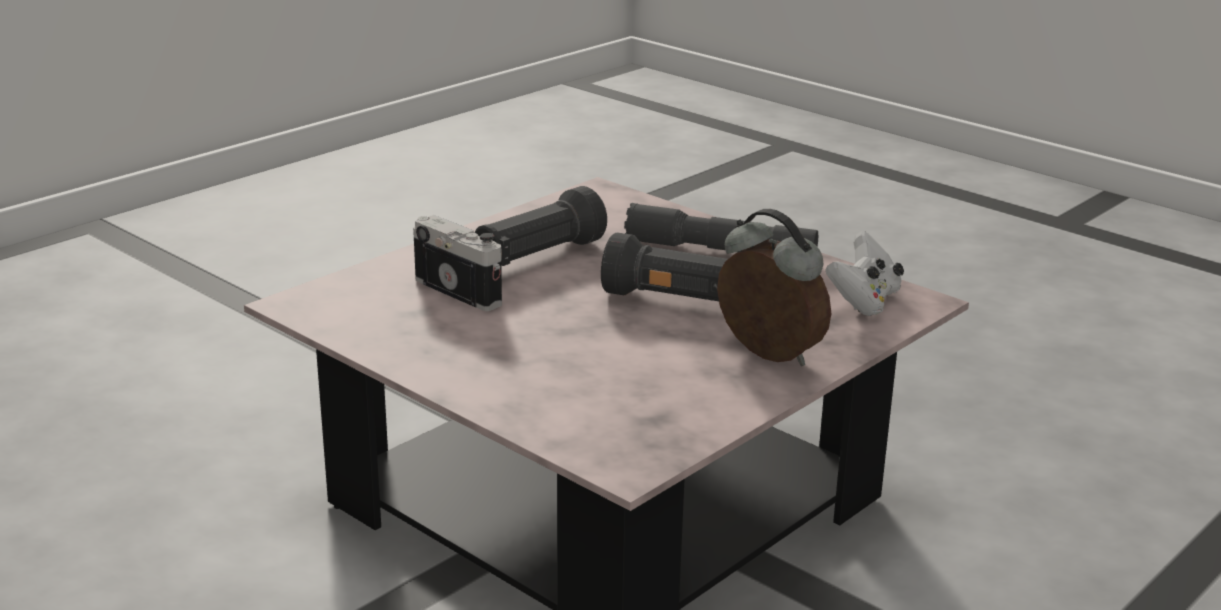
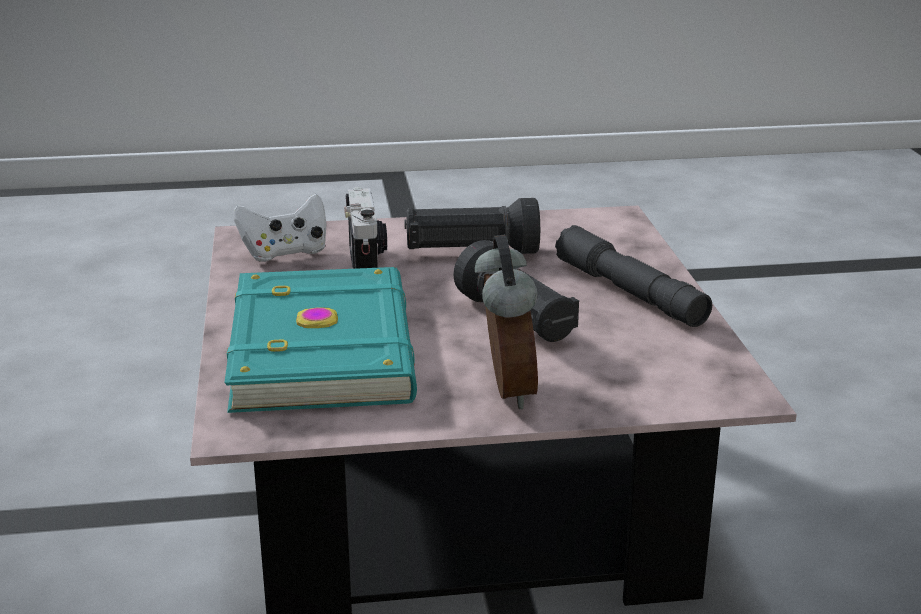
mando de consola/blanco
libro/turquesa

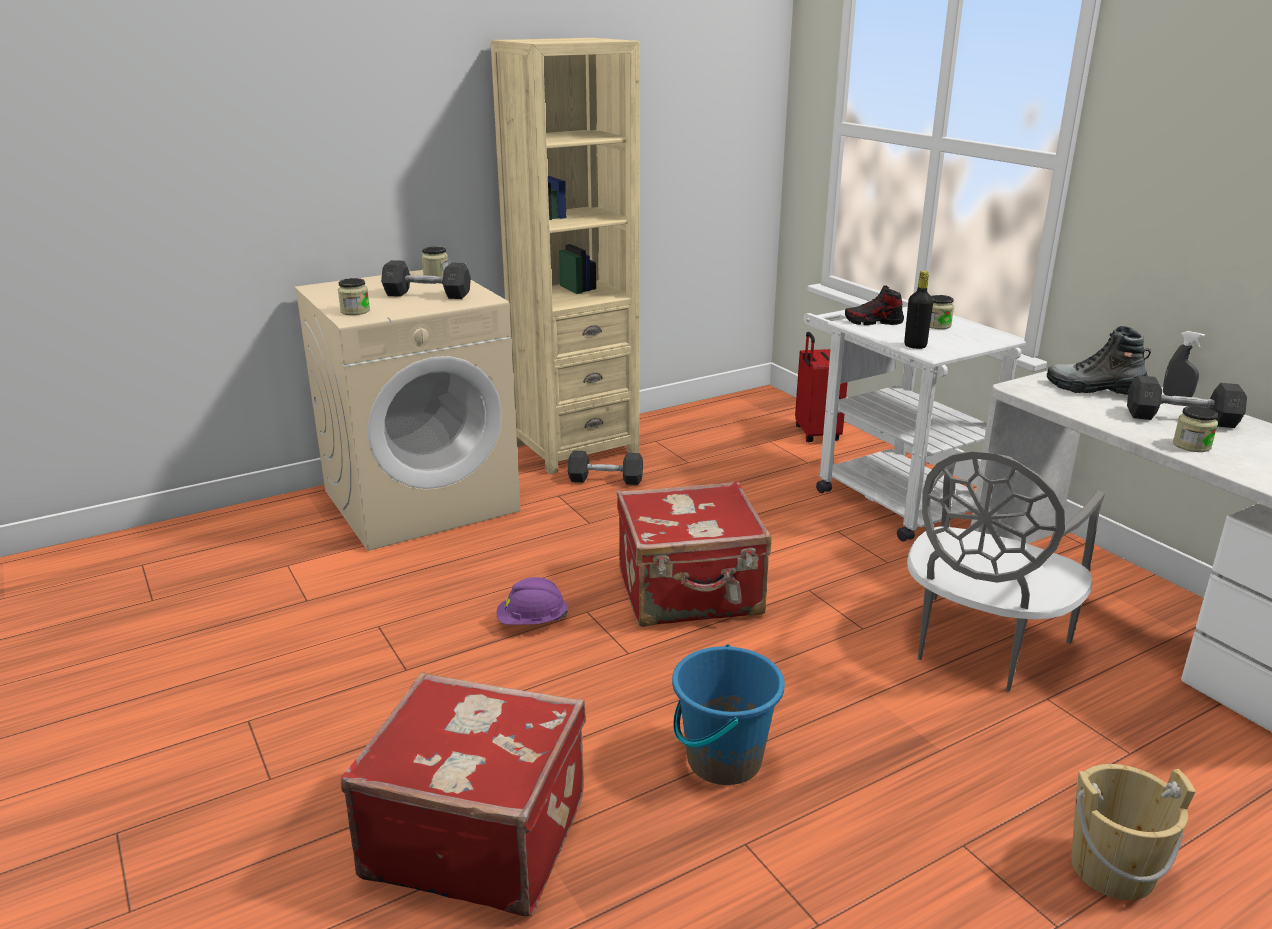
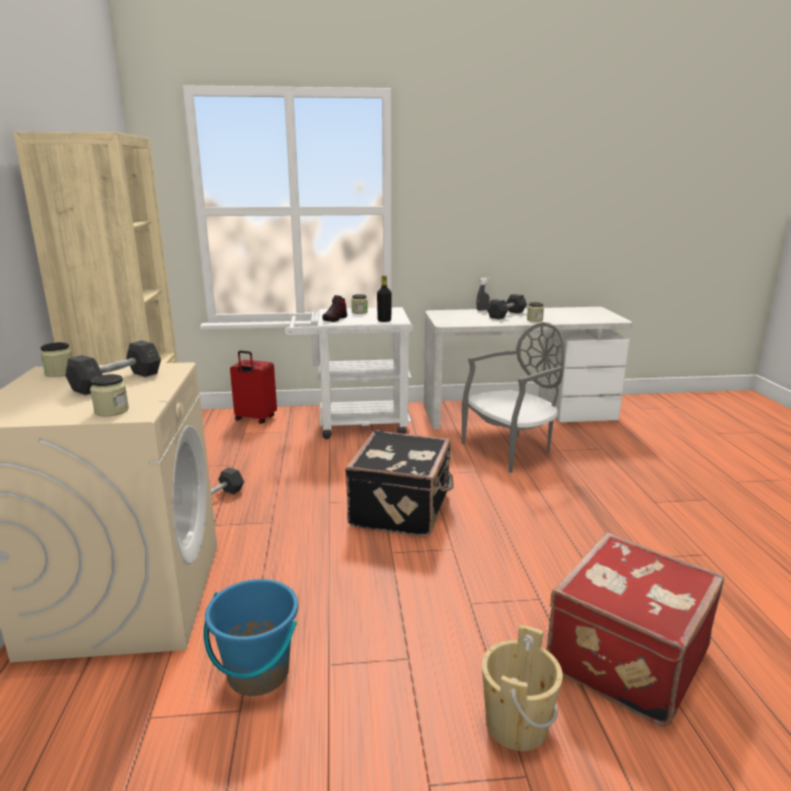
casco/morado
maleta/negro
cubo/azul
silla/gris
bota
cubo/beis

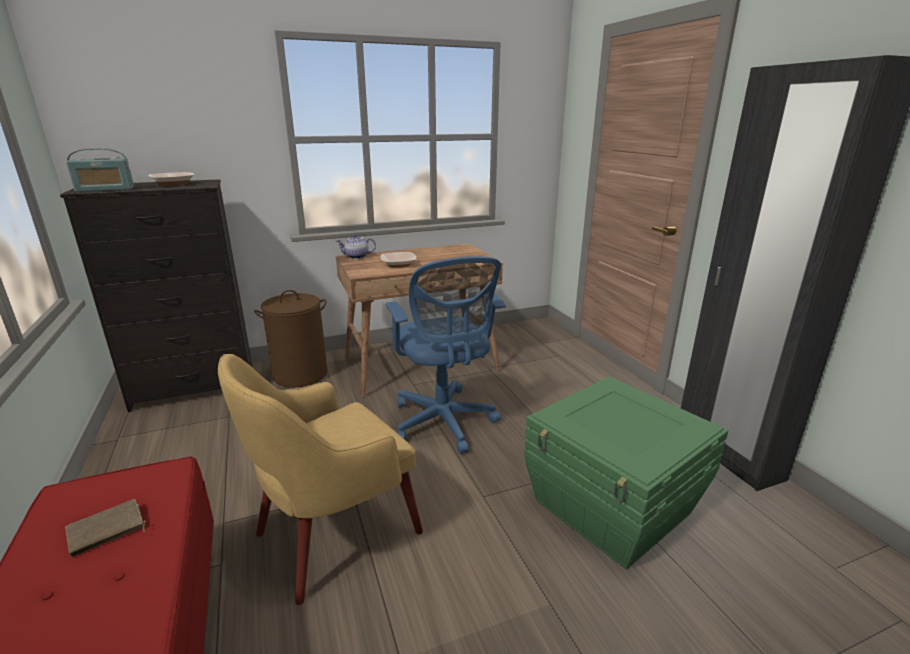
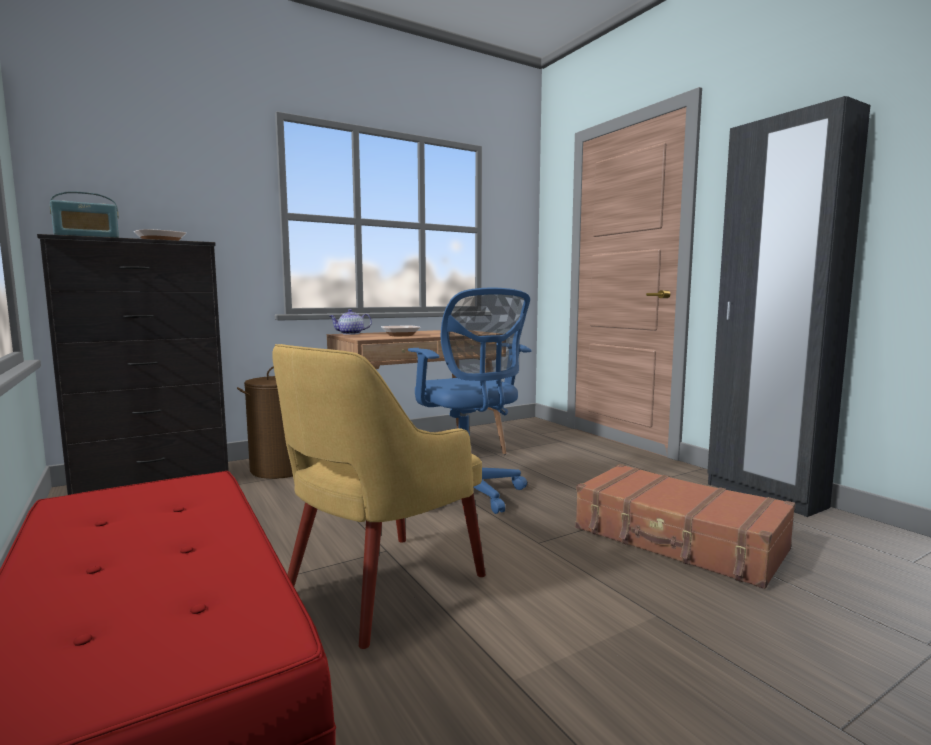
libro/marrón
maleta/marrón

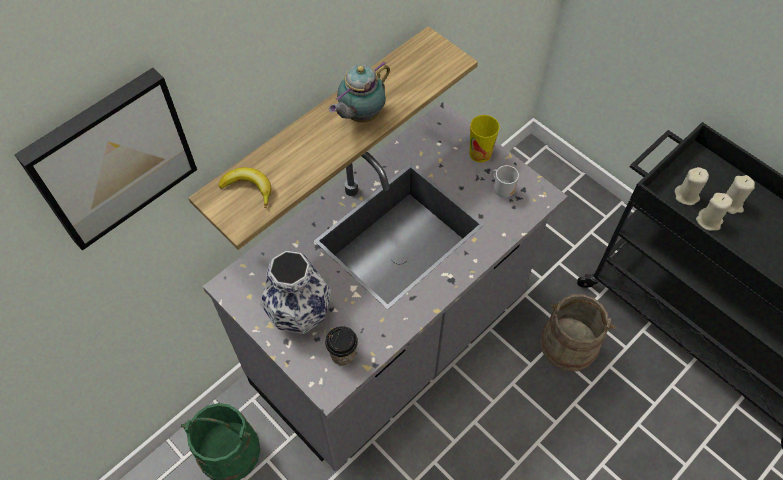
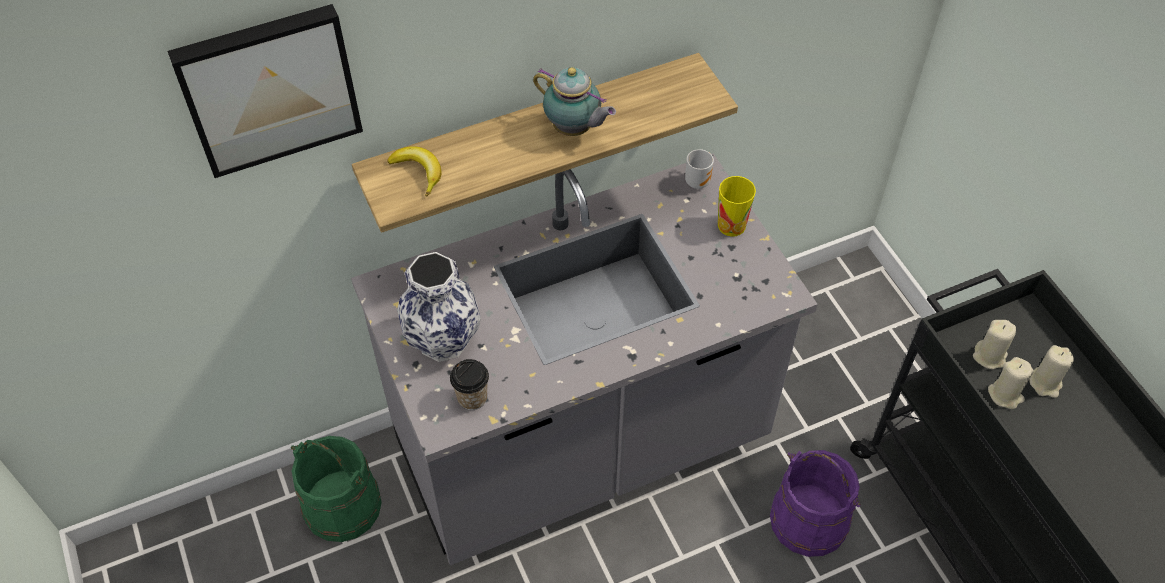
tetera
taza grande
cubo/morado

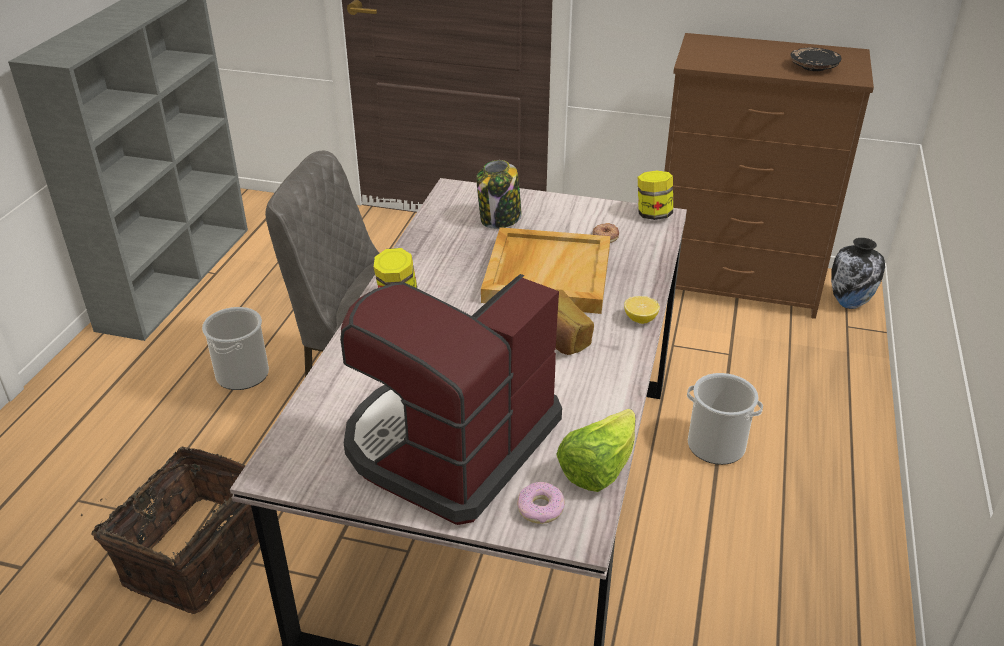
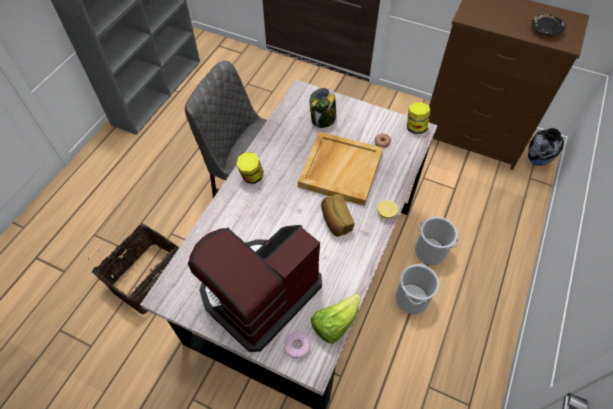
cubo (no. 1 from left)

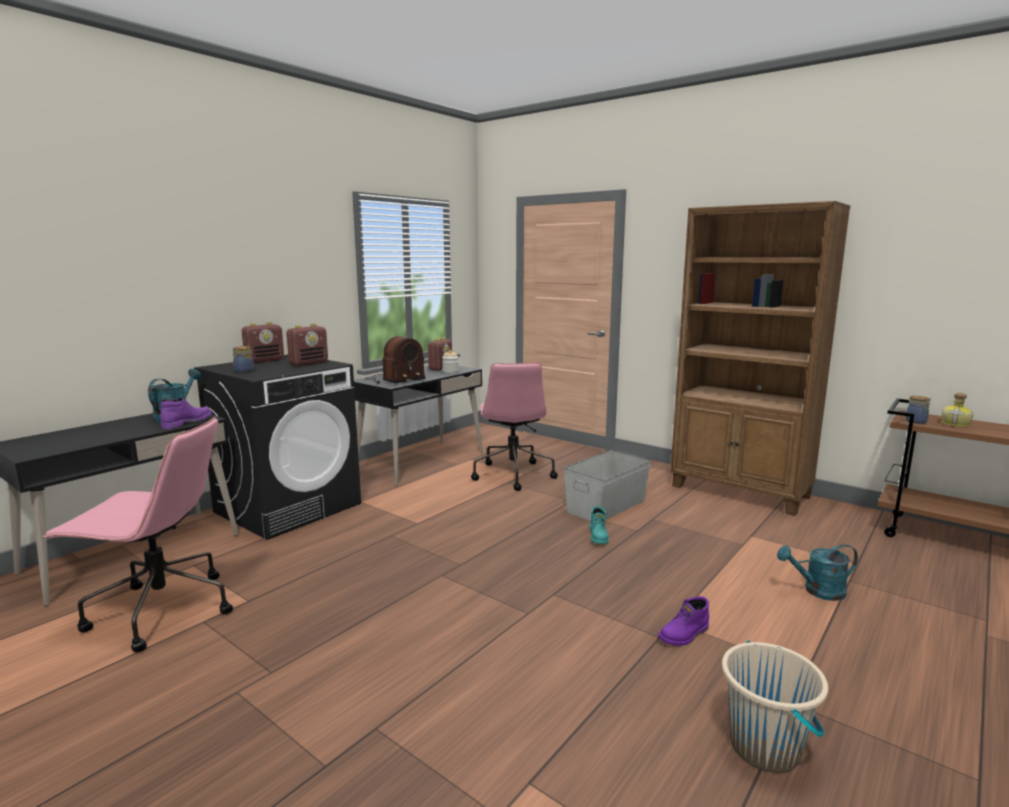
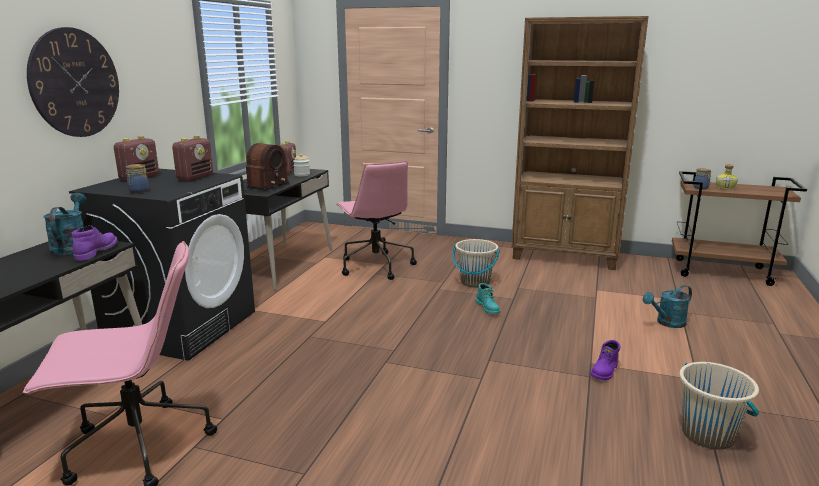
cubo/beis (no. 1 from left)
reloj de pared

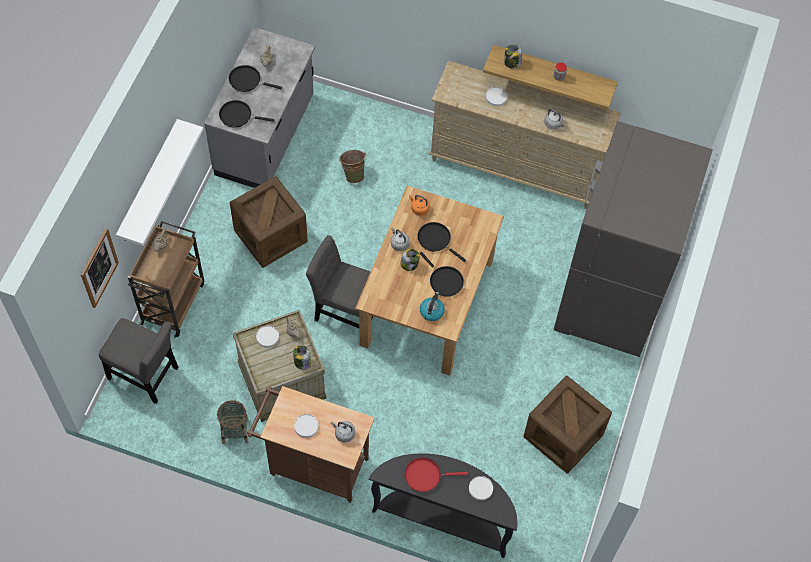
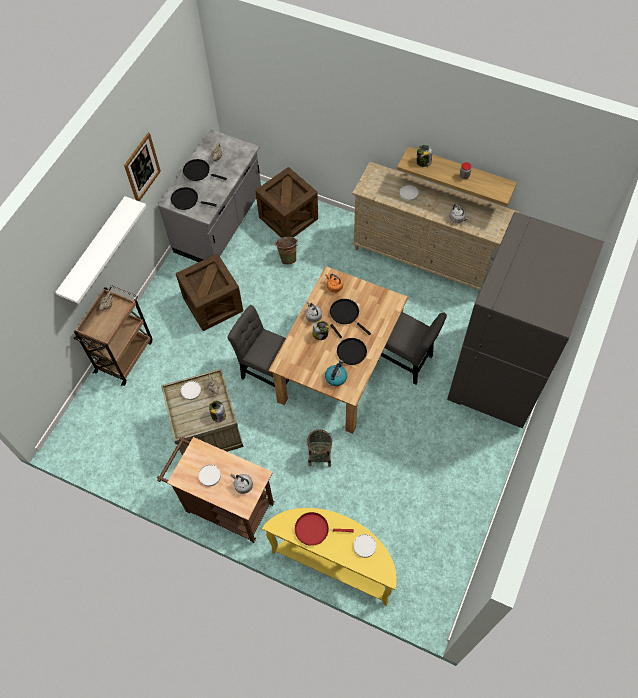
cuadro
silla/gris (no. 2 from left)
cesta
mesa consola/amarillo
caja de embalaje (no. 3 from left)

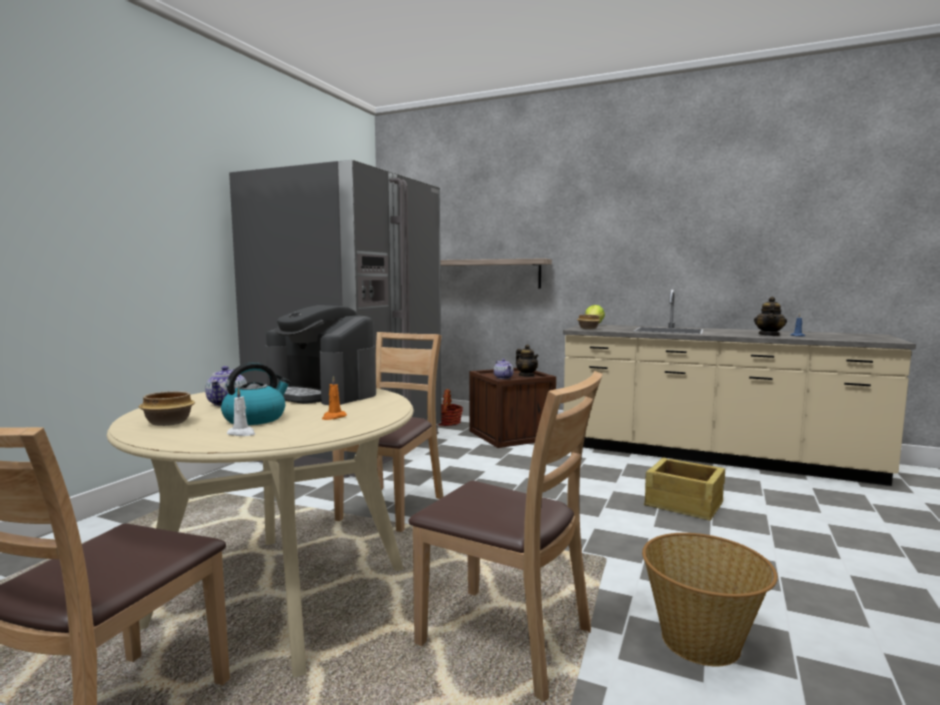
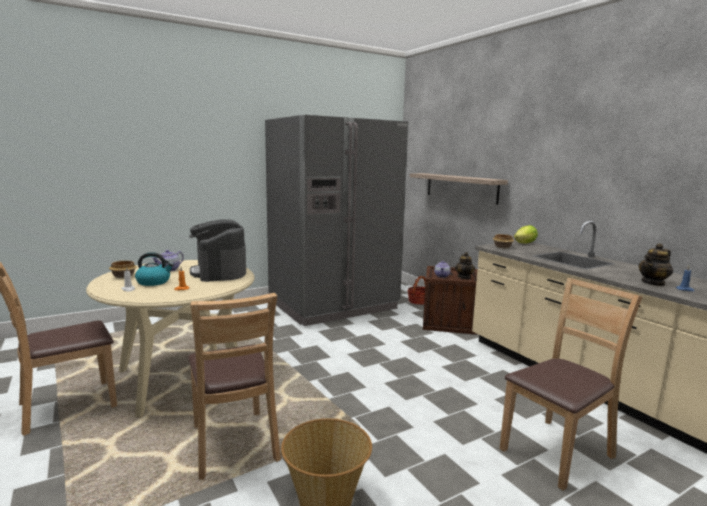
silla/marrón (no. 3 from left)
caja de embalaje (no. 2 from left in the first image)

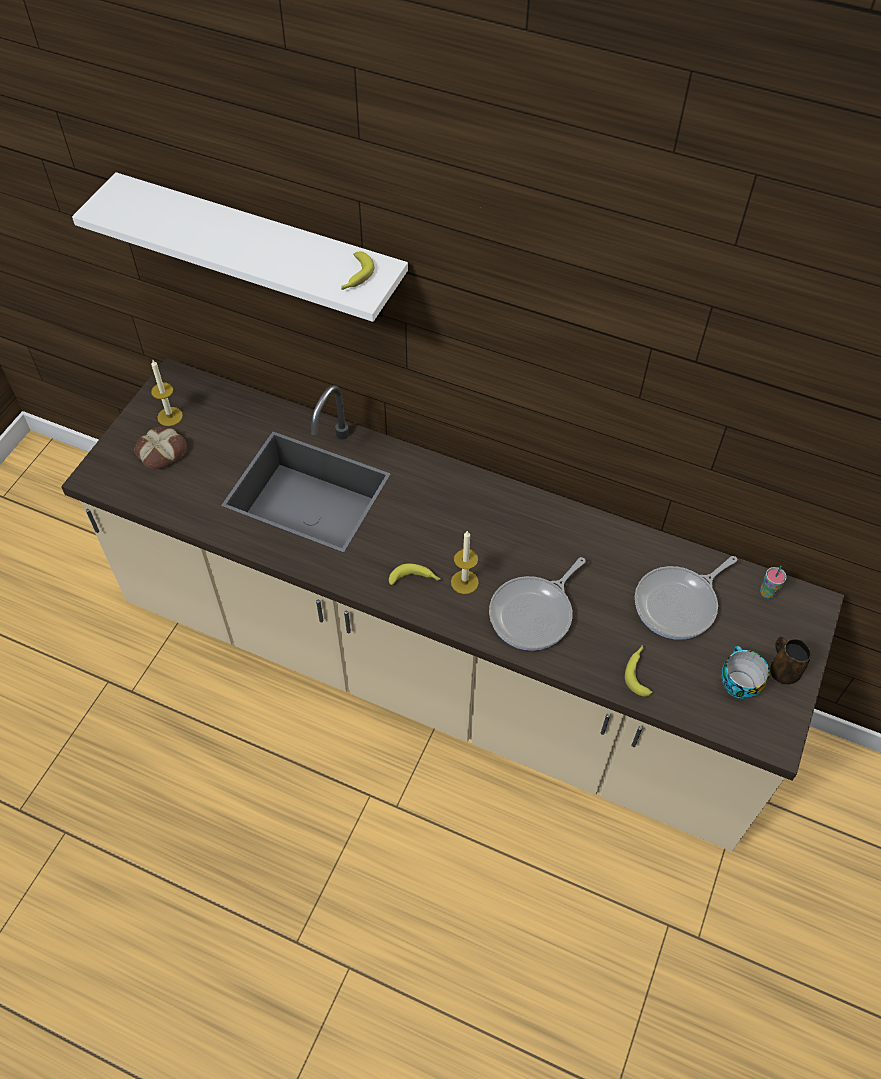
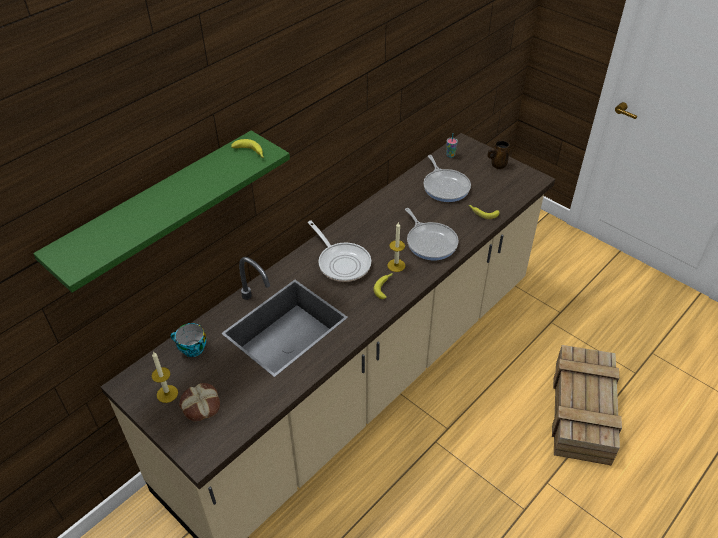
estante/verde
taza (no. 1 from left)
sartén (no. 1 from left)
caja de embalaje

